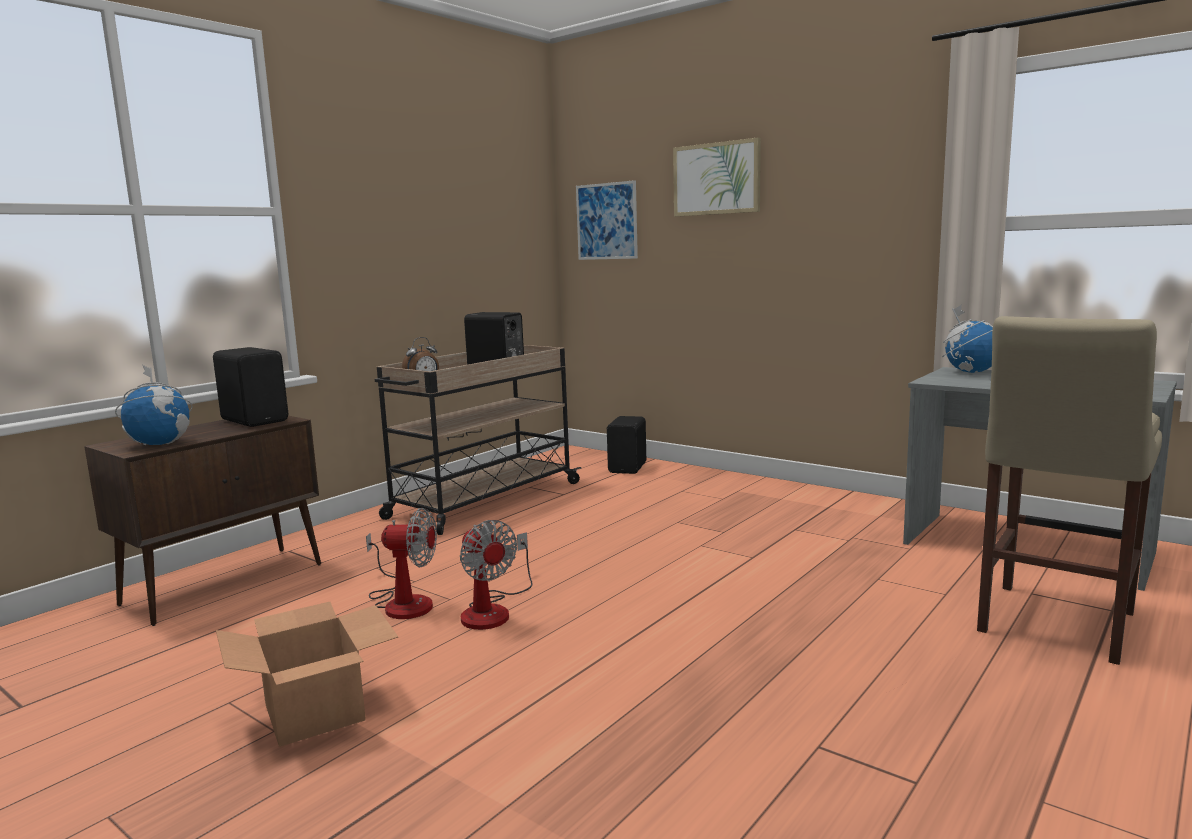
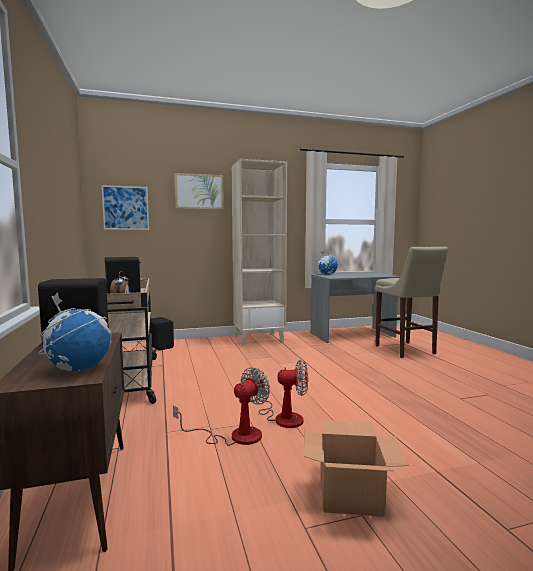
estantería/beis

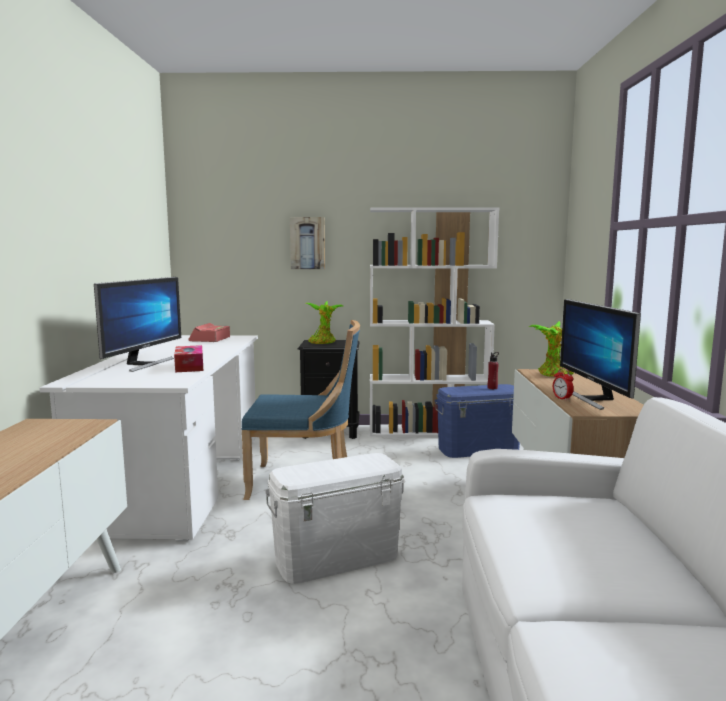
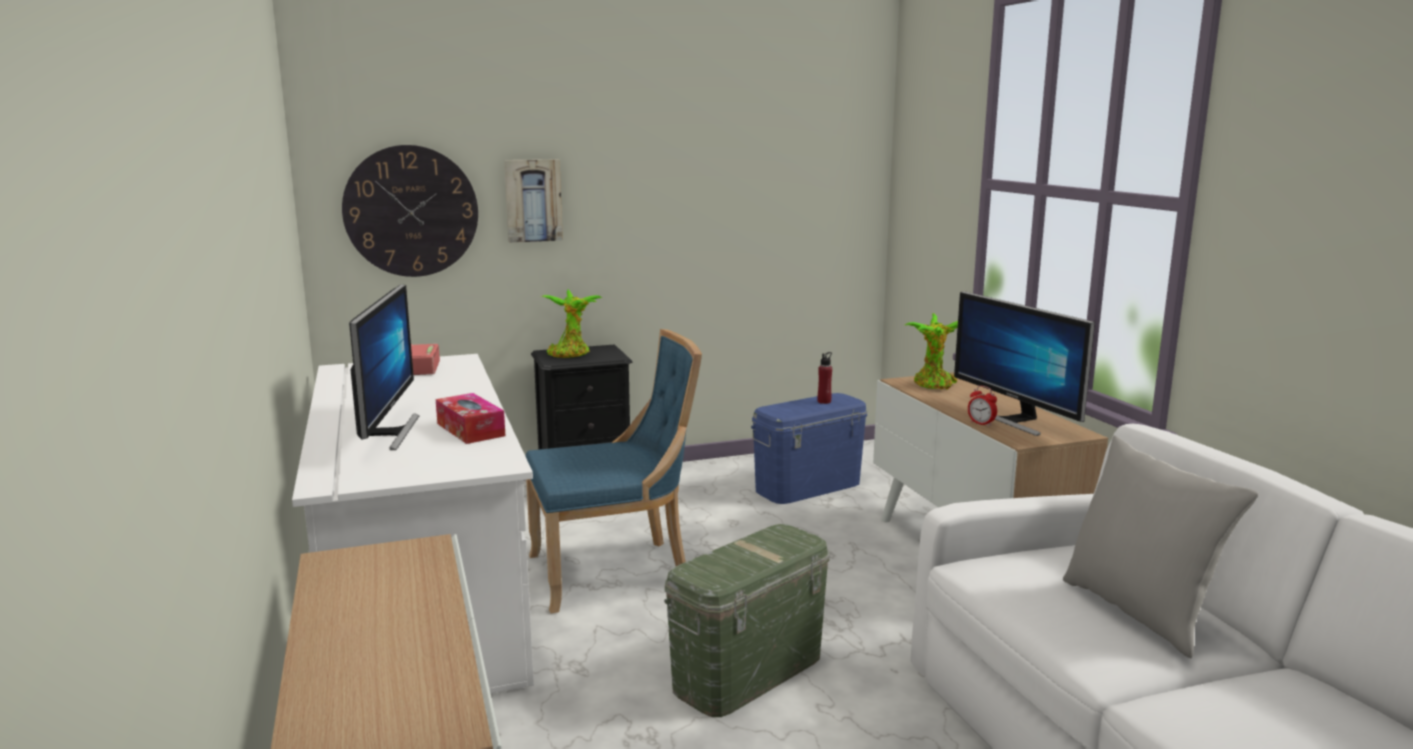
caja de almacenaje/verde
estantería/blanco
reloj de pared
cojín/gris

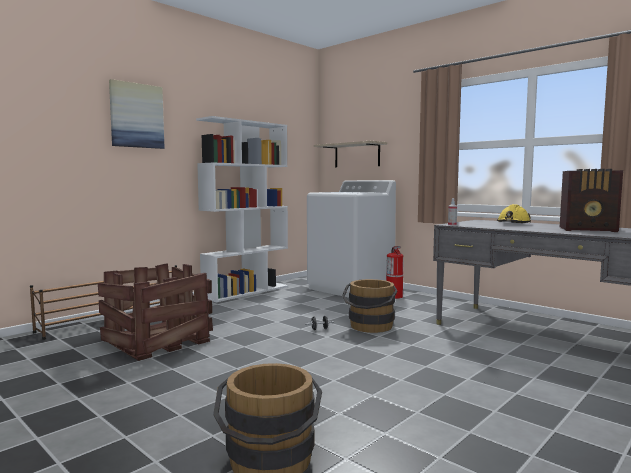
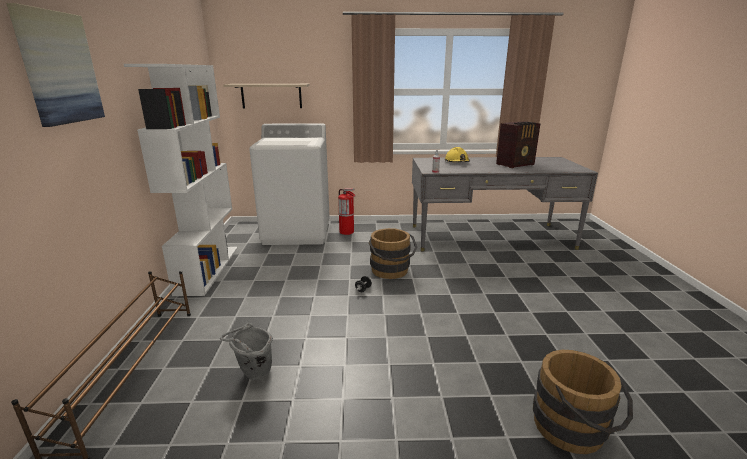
cubo/gris

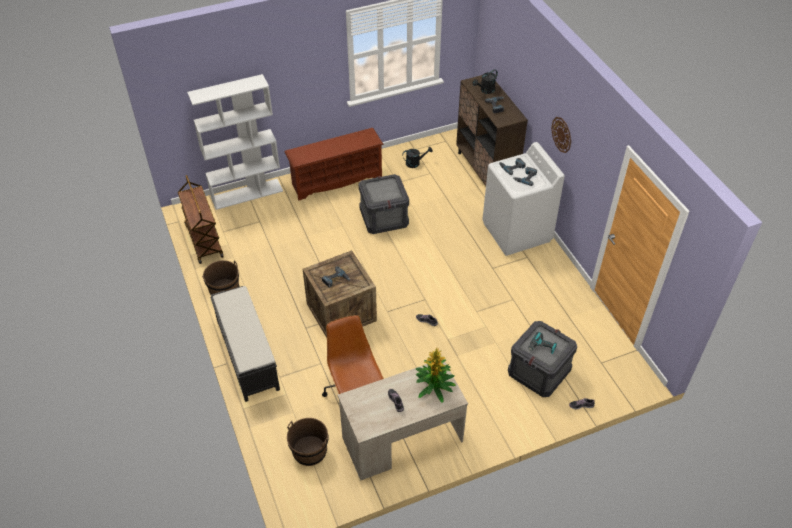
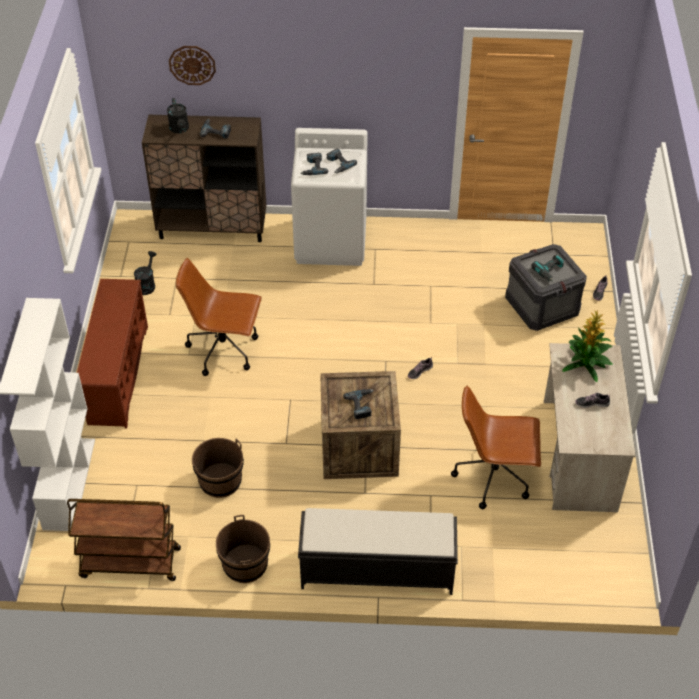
cubo/marrón (no. 1 from left)
silla de oficina/marrón (no. 1 from left)
reloj de pared

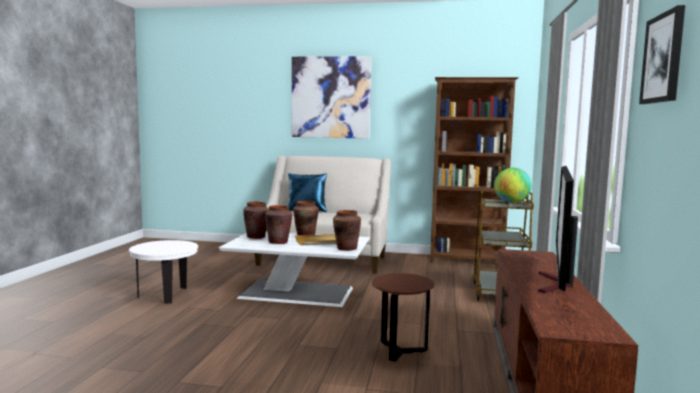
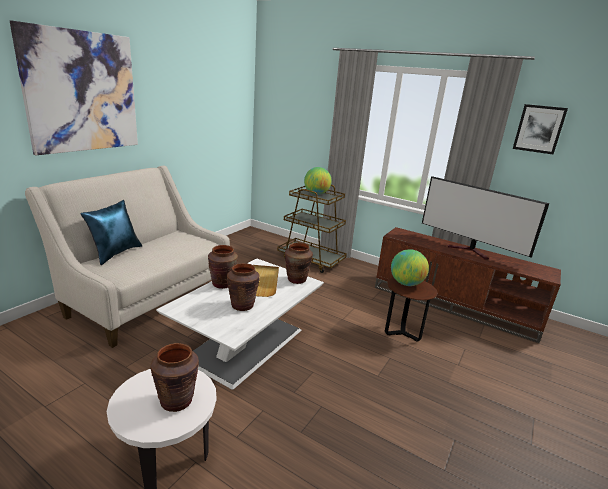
florero/marrón (no. 1 from left)
estantería/marrón
globo terráqueo (no. 2 from left)

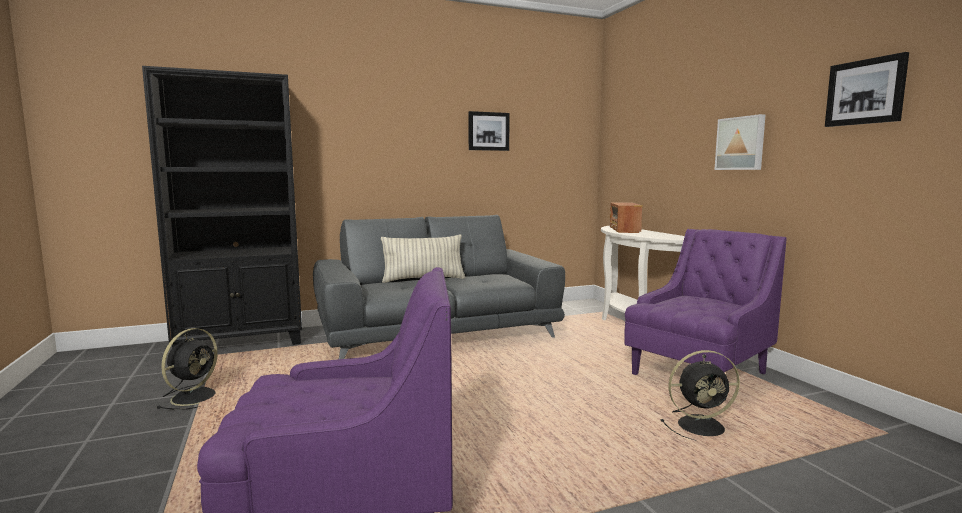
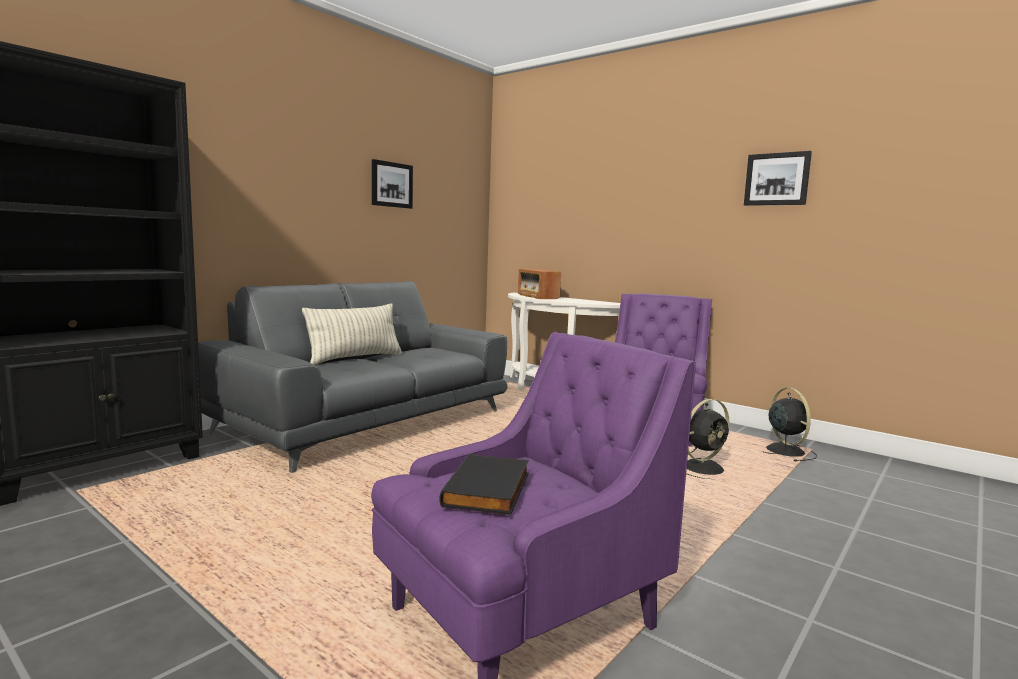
ventilador/negro (no. 2 from left)
cuadro (no. 2 from left in the first image)
libro/negro

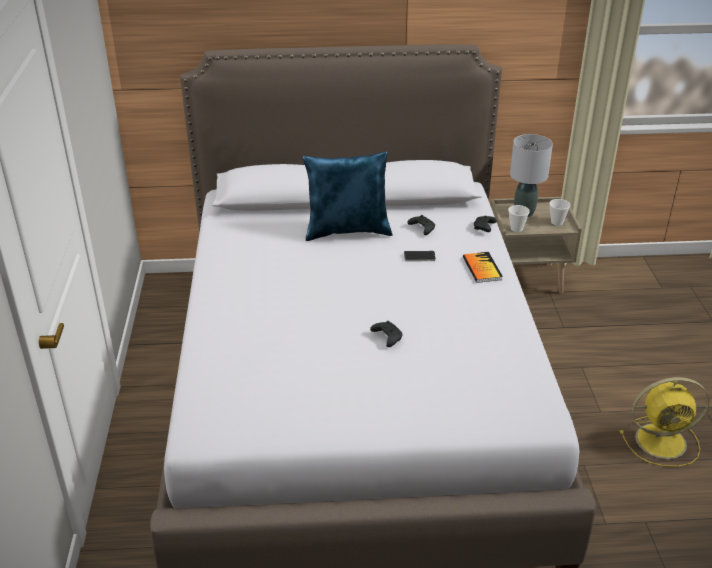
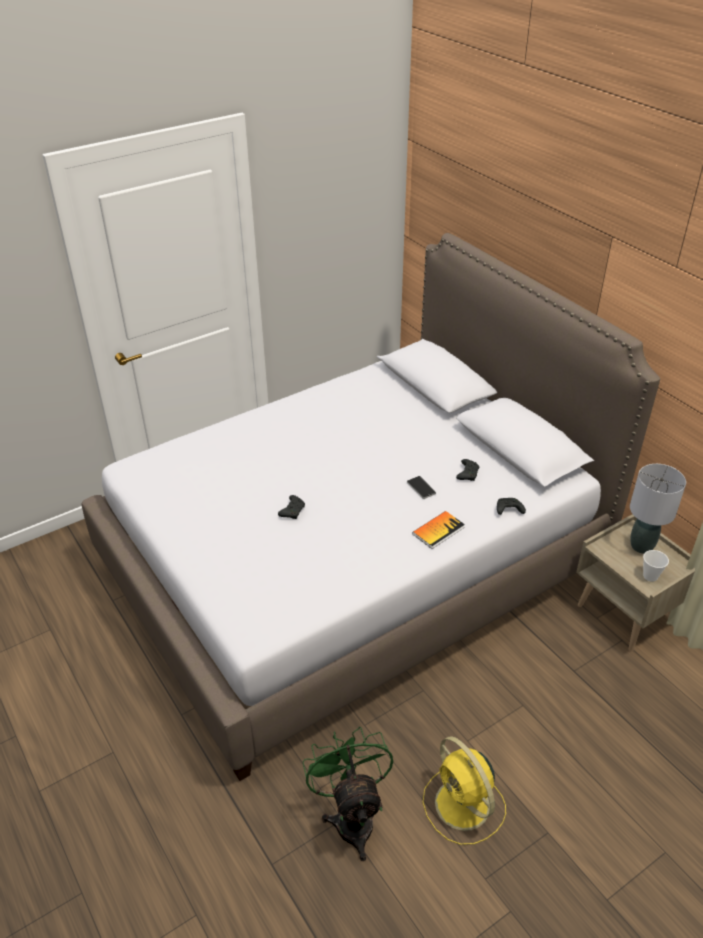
cojín/azul
taza (no. 1 from left in the first image)
ventilador/verde

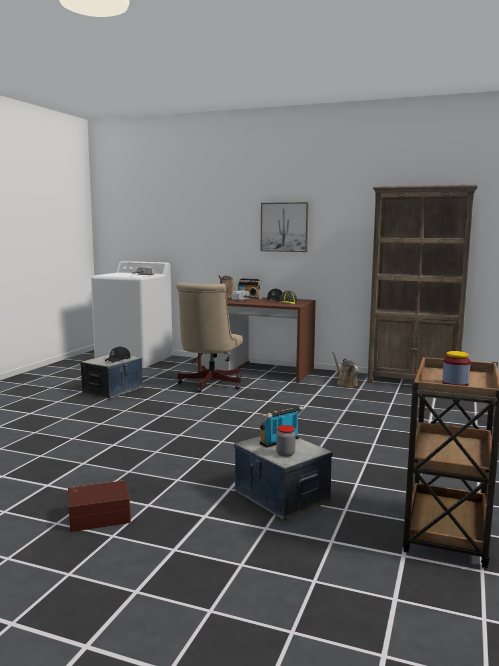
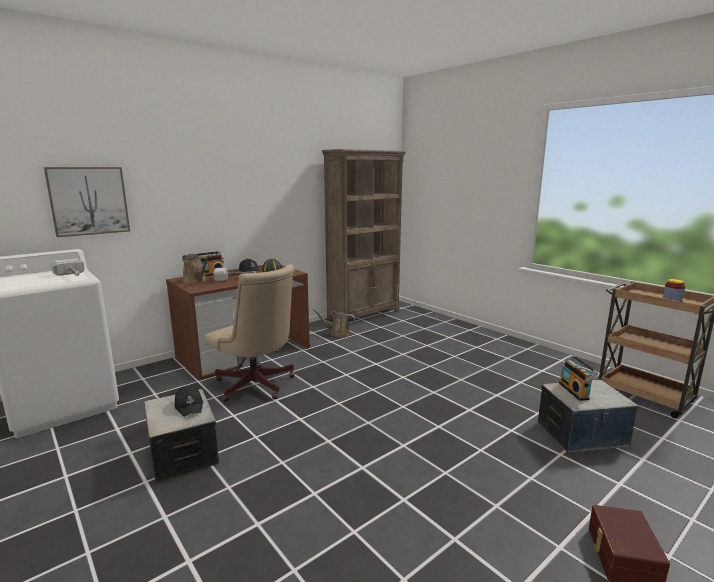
cuadro
tarro (no. 1 from left in the first image)

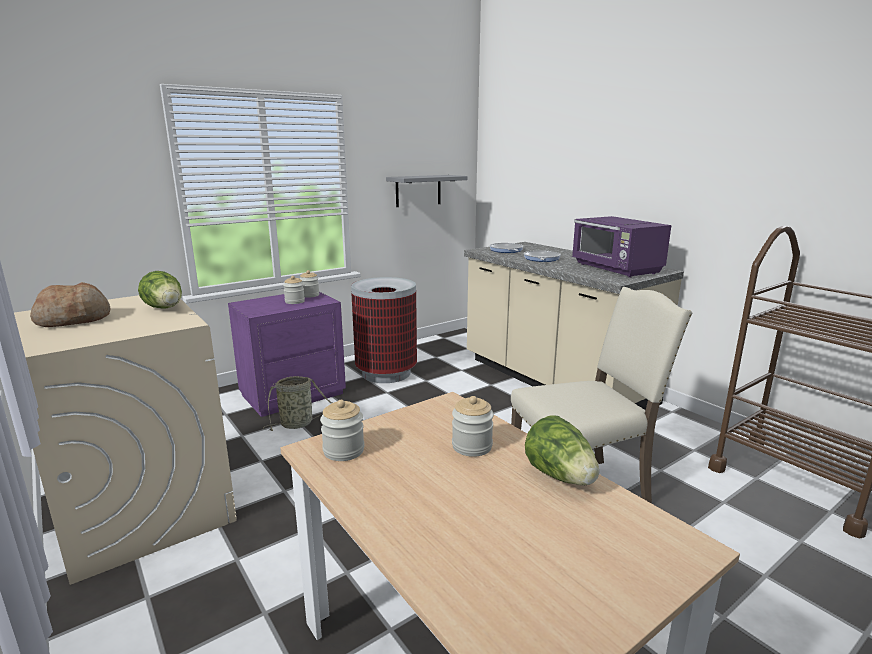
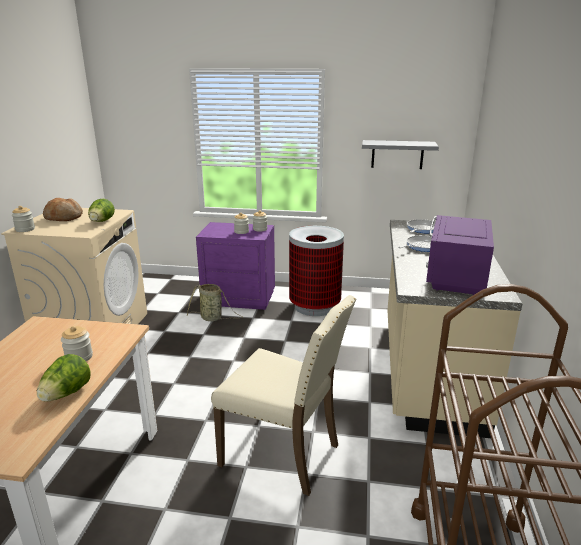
tarro (no. 1 from left)

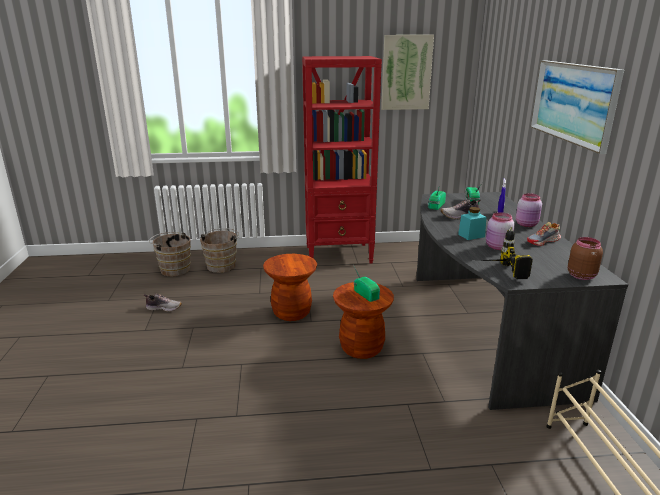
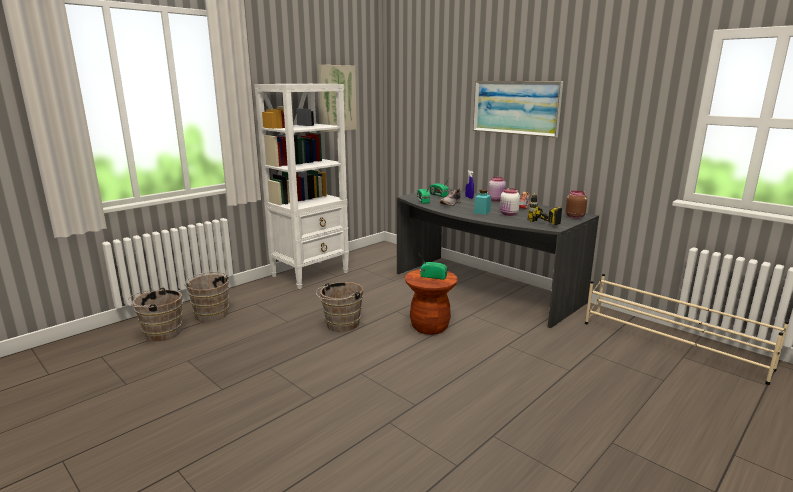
zapato (no. 1 from left in the first image)
cubo/marrón (no. 3 from left)
estantería/blanco
tarro/blanco

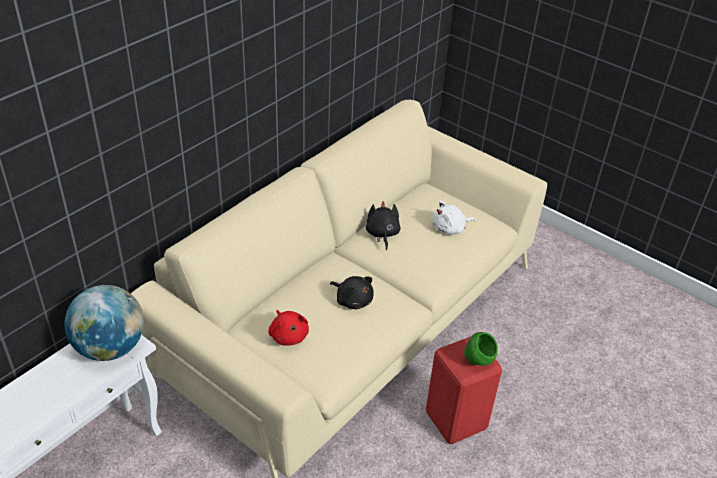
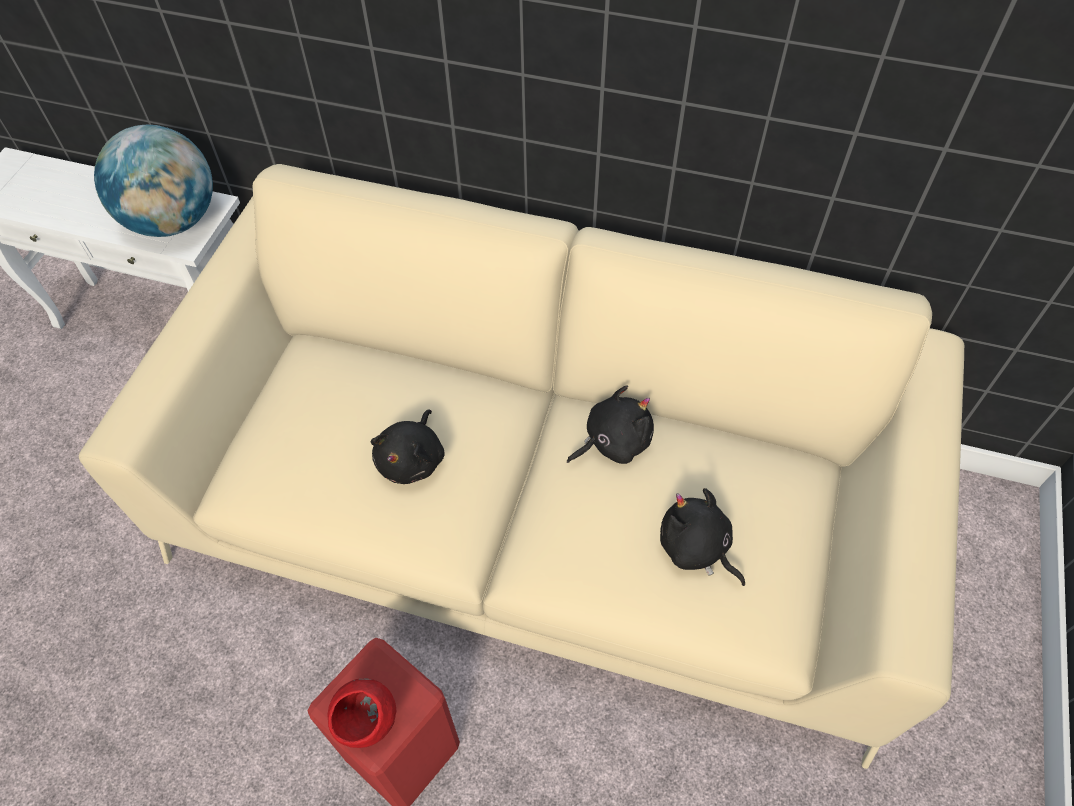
peluche/rojo
peluche/negro (no. 3 from left)
cuenco/rojo

